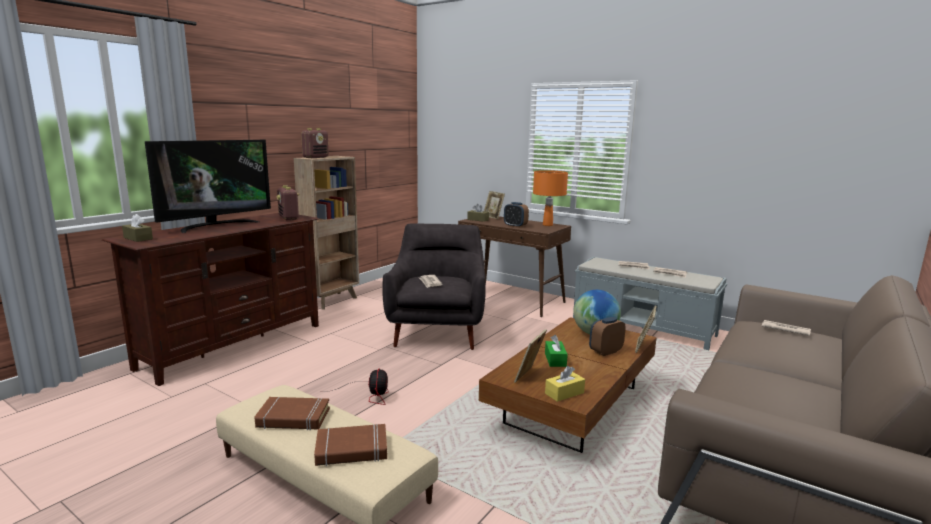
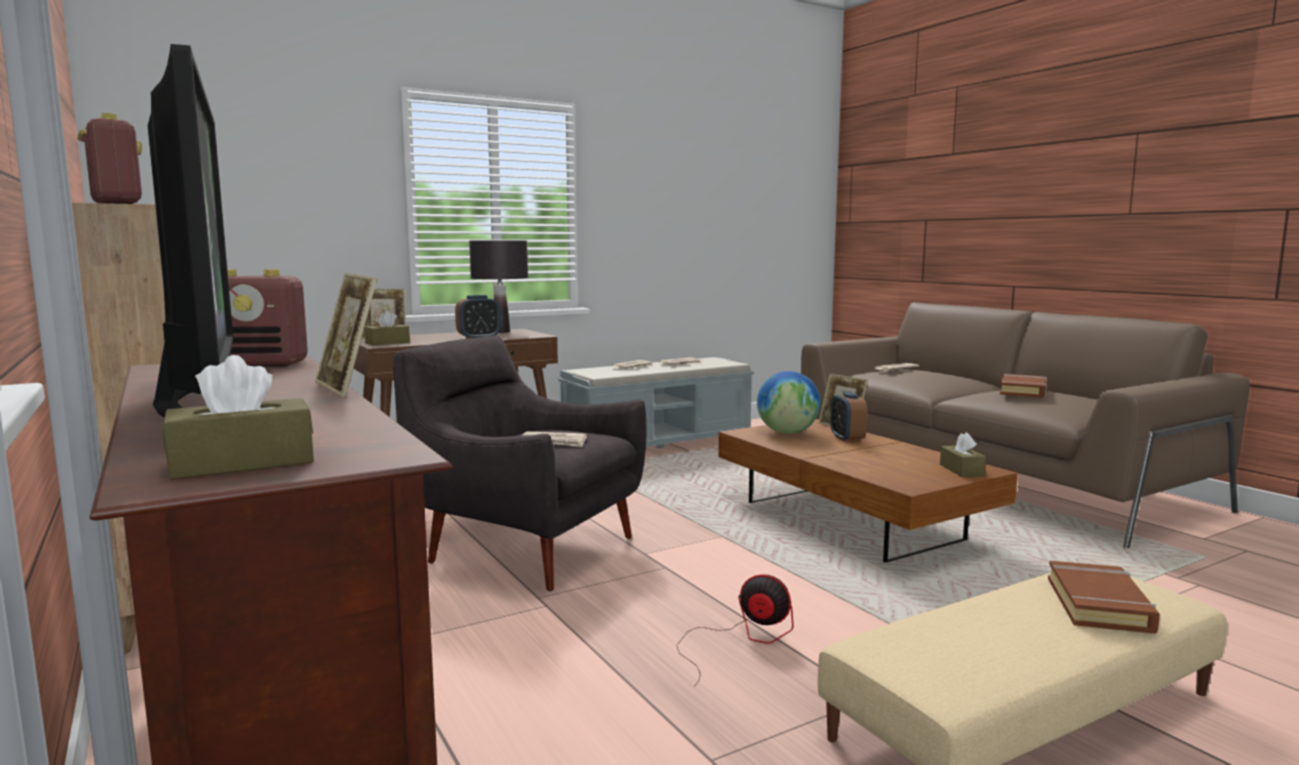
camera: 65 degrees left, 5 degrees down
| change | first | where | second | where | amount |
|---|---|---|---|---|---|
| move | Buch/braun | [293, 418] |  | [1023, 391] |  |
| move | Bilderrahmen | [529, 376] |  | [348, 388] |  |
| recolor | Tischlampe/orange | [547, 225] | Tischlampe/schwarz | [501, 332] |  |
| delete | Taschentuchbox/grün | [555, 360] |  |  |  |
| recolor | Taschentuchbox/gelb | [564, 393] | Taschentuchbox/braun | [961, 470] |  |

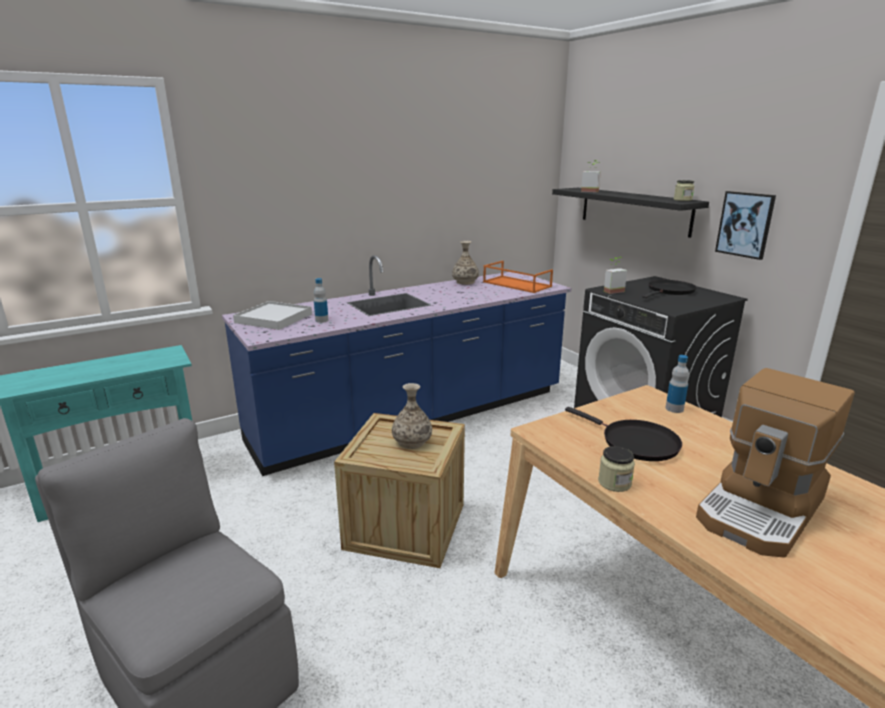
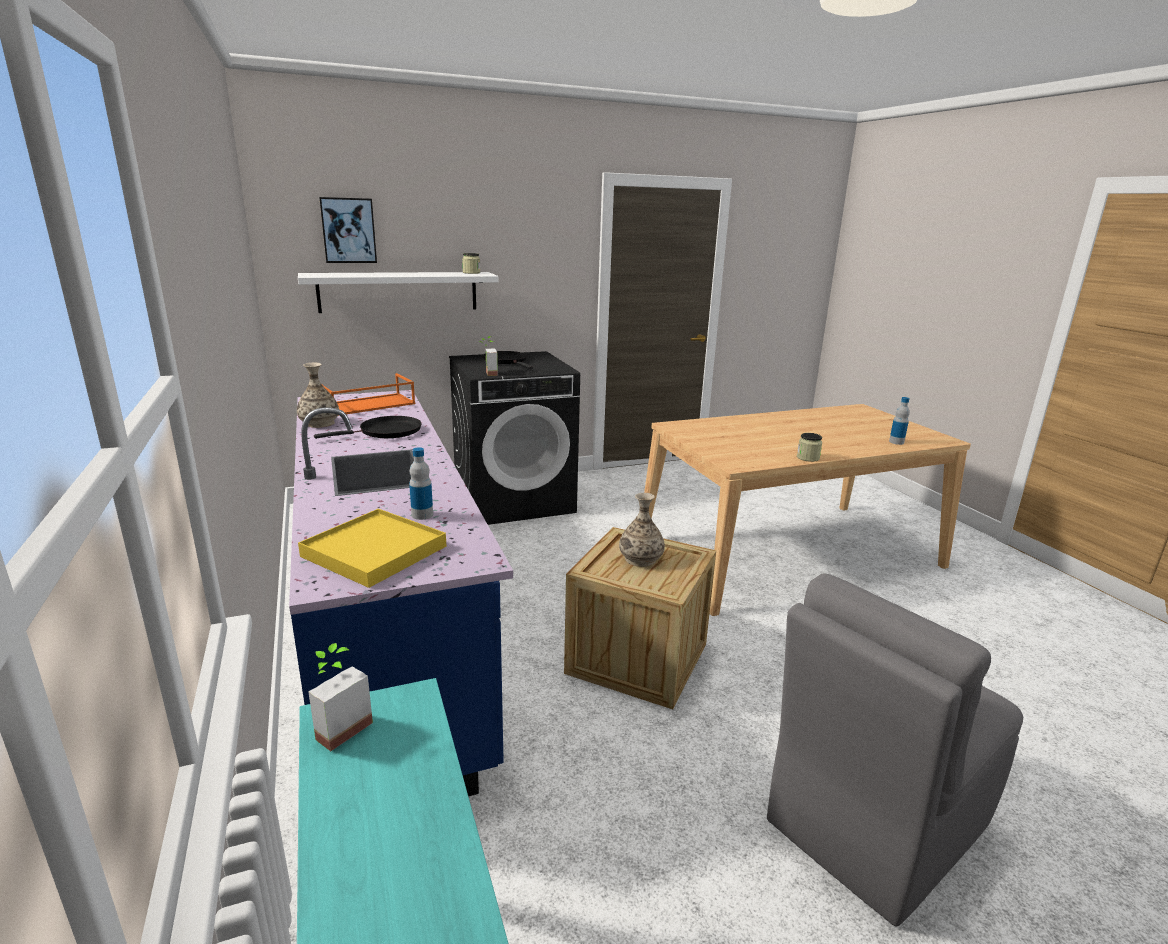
camera: 80 degrees left, 0 degrees up
| change | first | where | second | where | amount |
|---|---|---|---|---|---|
| recolor | Tablett/weiß | [274, 318] | Tablett/gelb | [375, 551] |  |
| recolor | Wandregal/schwarz | [634, 210] | Wandregal/weiß | [399, 291] |  |
| move | Pfanne/schwarz | [635, 442] |  | [386, 432] |  |
| move | Topfpflanze | [590, 191] |  | [338, 726] |  |
| move | Flasche | [674, 409] |  | [896, 442] |  |
| delete | Kaffeemaschine | [762, 509] |  |  |  |
| move | Bild | [745, 224] |  | [348, 230] |  |

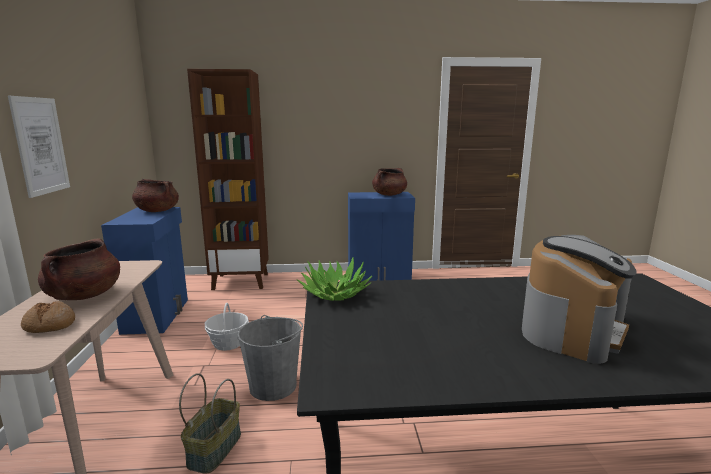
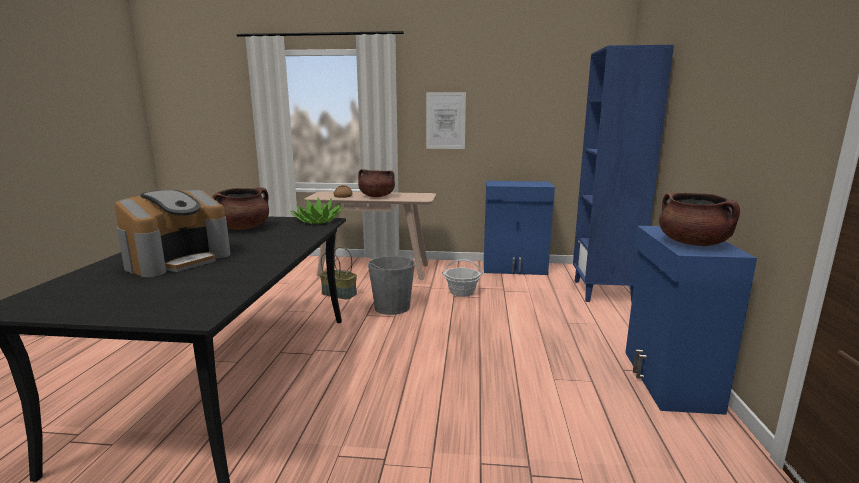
camera: 100 degrees right, 0 degrees up
| change | first | where | second | where | amount |
|---|---|---|---|---|---|
| move | Kochtopf/braun | [157, 211] |  | [243, 228] |  |
| recolor | Bücherregal/braun | [241, 281] | Bücherregal/blau | [604, 292] |  |
| rotate | Kaffeemaschine | [572, 328] |  | [178, 260] | 105 degrees counterclockwise |

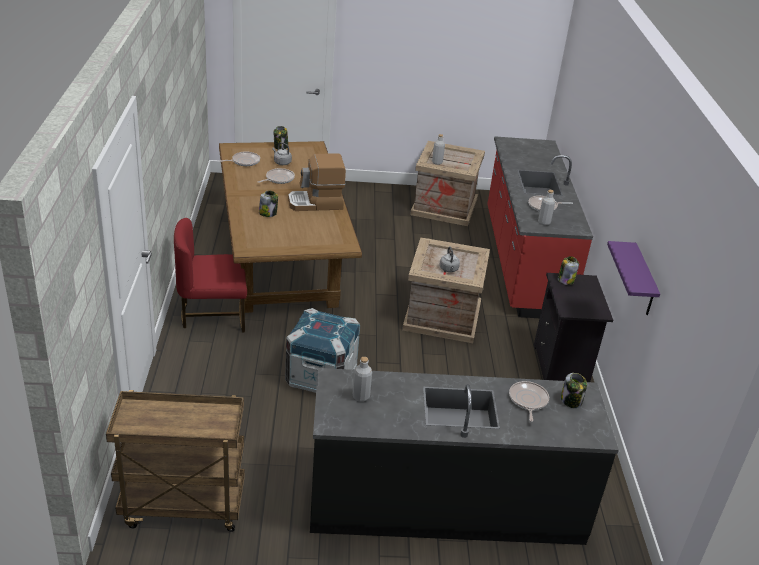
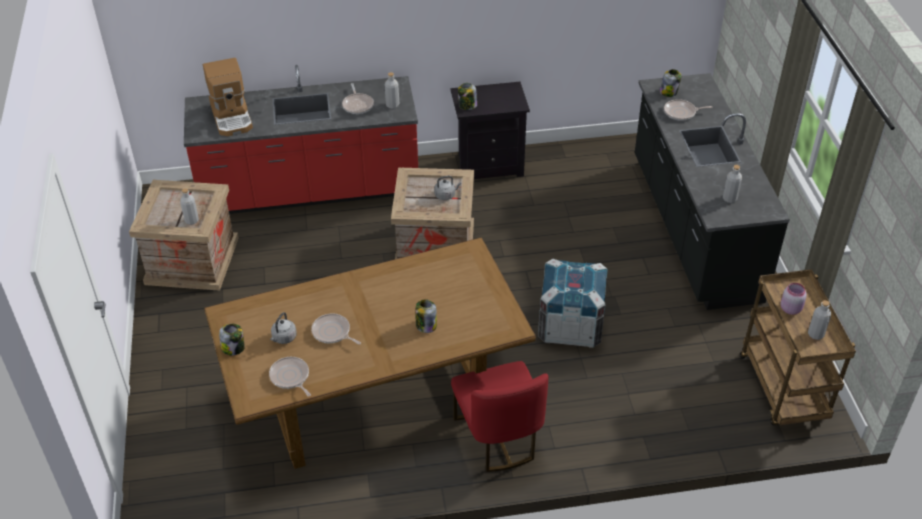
camera: 95 degrees left, 10 degrees up
| change | first | where | second | where | amount |
|---|---|---|---|---|---|
| move | Kaffeemaschine | [316, 203] |  | [232, 117] |  |
| delete | Wandregal/lila | [643, 281] |  |  |  |
| insert |  |  | Vorratsglas/rosa | [790, 308] |  |
| insert |  |  | Flasche/grau | [815, 334] |  |

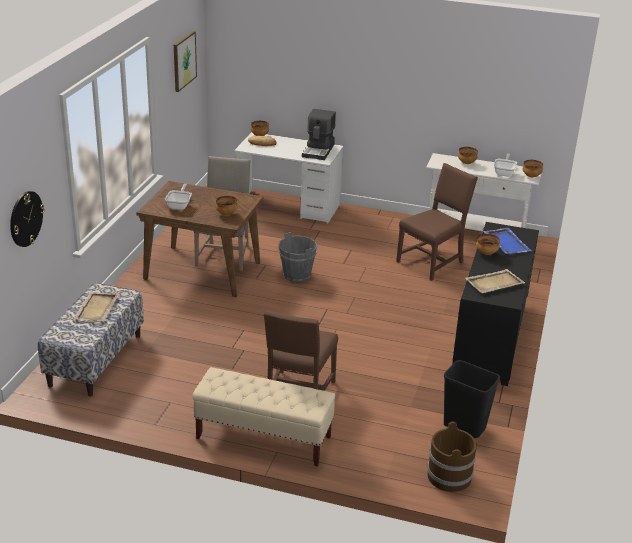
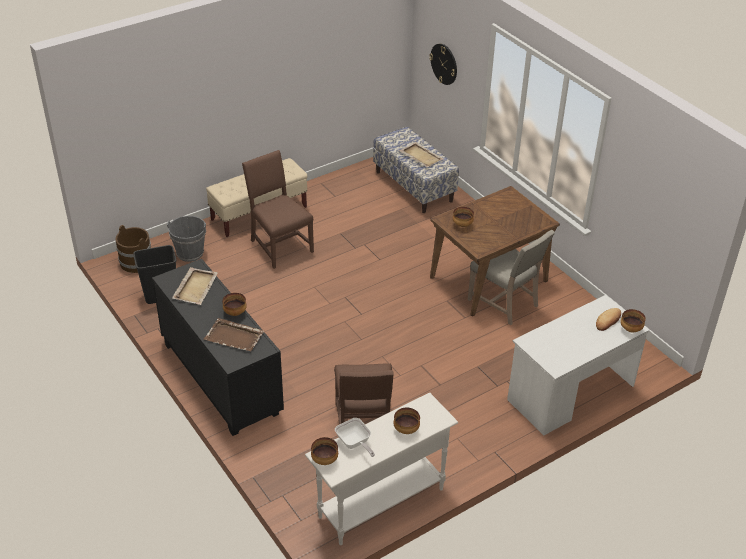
camera: 130 degrees right, 10 degrees up
| change | first | where | second | where | amount |
|---|---|---|---|---|---|
| delete | Pfanne | [180, 205] |  |  |  |
| delete | Bild | [184, 61] |  |  |  |
| move | Eimer/grau | [296, 275] |  | [190, 253] |  |
| delete | Kaffeemaschine | [319, 150] |  |  |  |
| recolor | Tablett/blau | [506, 242] | Tablett/braun | [234, 337] |  |

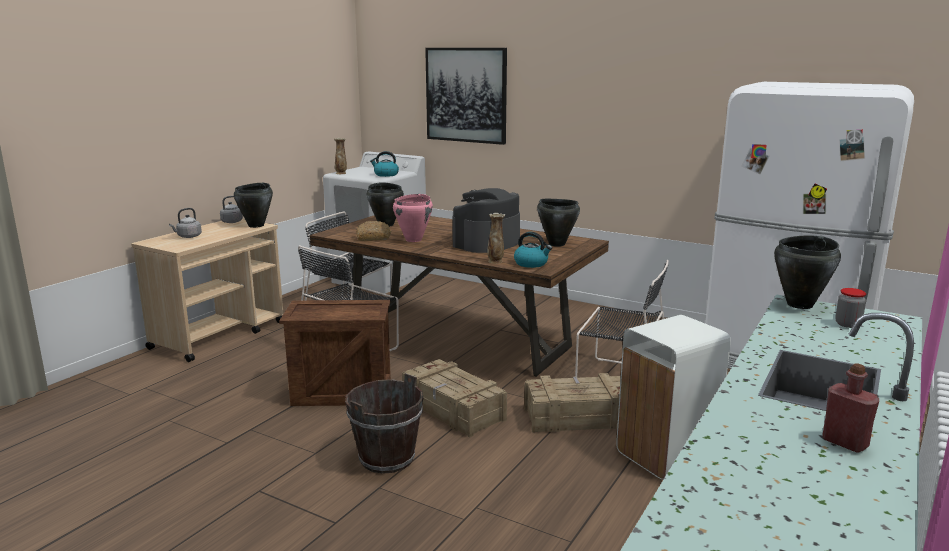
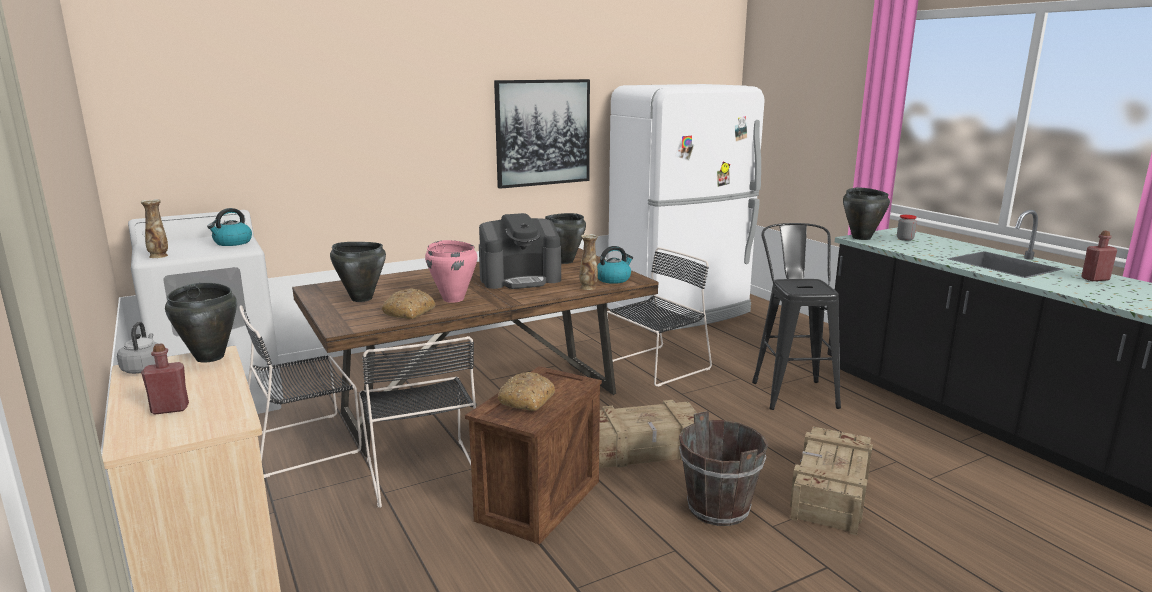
camera: 60 degrees left, 0 degrees up
| change | first | where | second | where | amount |
|---|---|---|---|---|---|
| replace | Wasserkessel/grau | [188, 236] | Flasche/rot | [170, 409] |  |
| move | Bild | [466, 95] |  | [543, 132] |  |
| rotate | Kaffeemaschine | [486, 243] |  | [520, 279] | 90 degrees counterclockwise |
| move | Kiste | [579, 417] |  | [829, 493] |  |
| replace | Mülleimer/weiß | [667, 455] | Hocker/schwarz | [792, 391] |  |
| insert |  |  | Brot | [527, 400] |  |

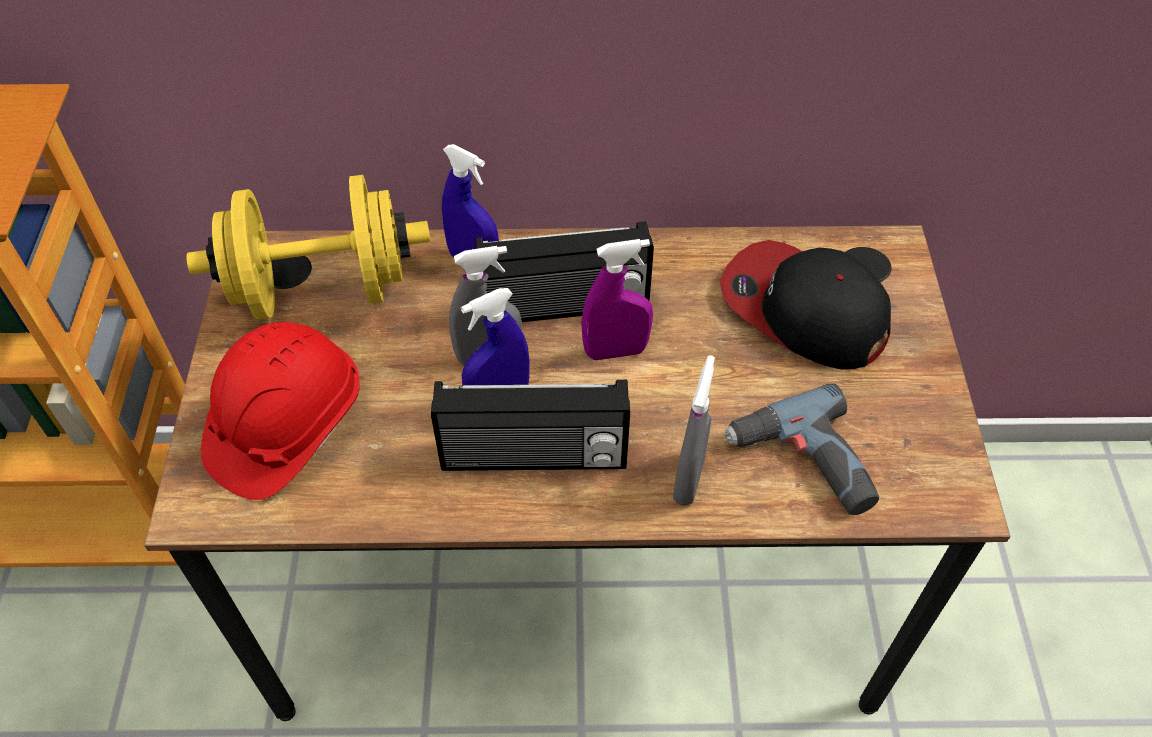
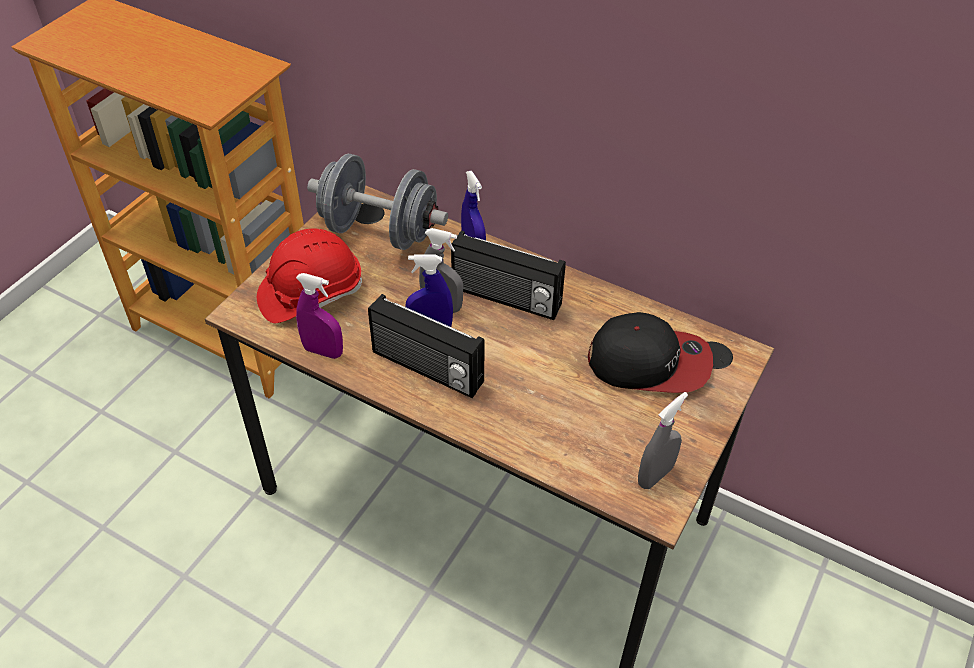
camera: 30 degrees right, 5 degrees down
| change | first | where | second | where | amount |
|---|---|---|---|---|---|
| recolor | Hantel/gelb | [322, 289] | Hantel/grau | [379, 231] |  |
| move | Sprühflasche/lila | [615, 351] |  | [323, 351] |  |
| move | Sprühflasche/grau | [688, 480] |  | [655, 475] |  |
| rotate | Kappe | [803, 310] |  | [649, 362] | 120 degrees clockwise |
| delete | Bohrmaschine | [803, 466] |  |  |  |

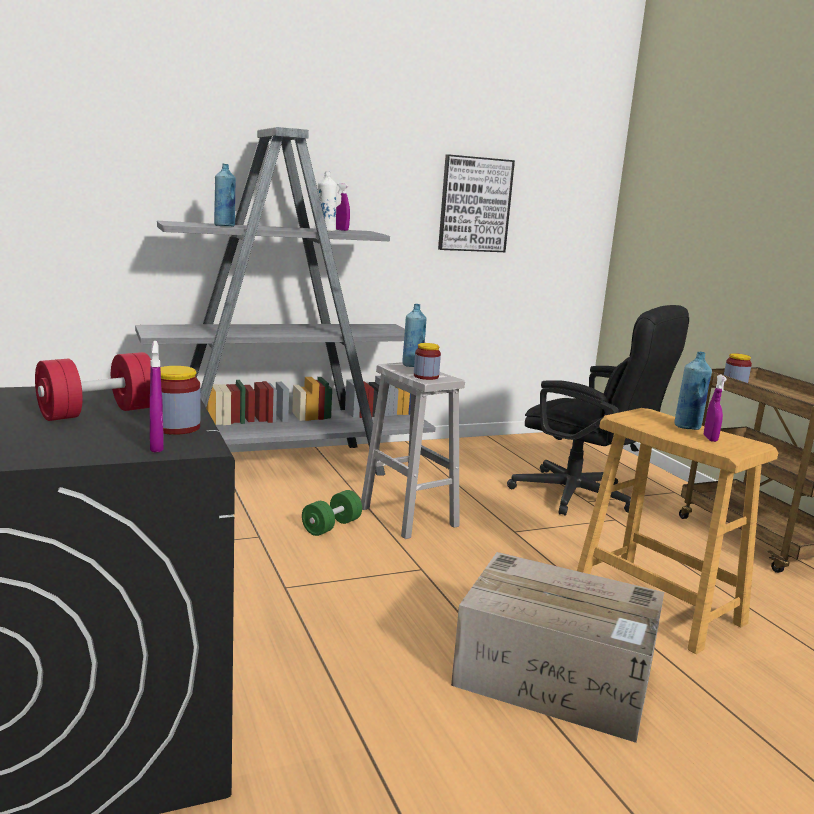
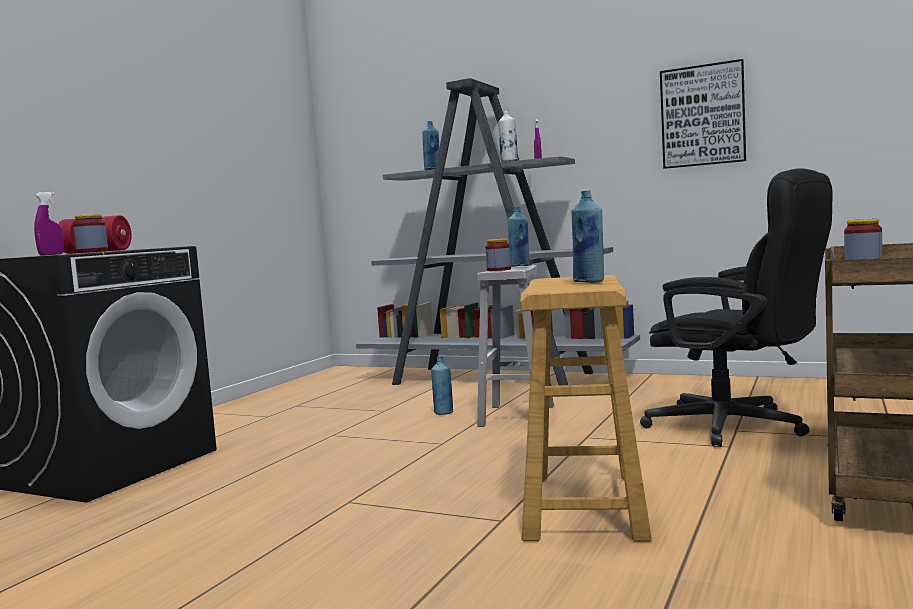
camera: 50 degrees right, 10 degrees down
| change | first | where | second | where | amount |
|---|---|---|---|---|---|
| replace | Hantel/grün | [331, 526] | Flasche/blau | [443, 413] |  |
| delete | Karton | [557, 677] |  |  |  |
| rotate | Bürostuhl/schwarz | [584, 498] |  | [739, 427] | 45 degrees counterclockwise |
| delete | Sprühflasche/lila | [710, 439] |  |  |  |

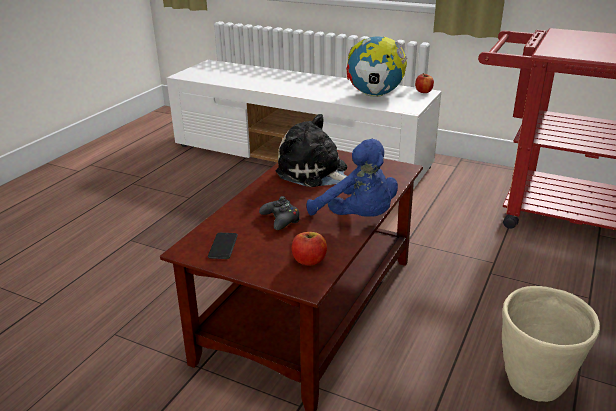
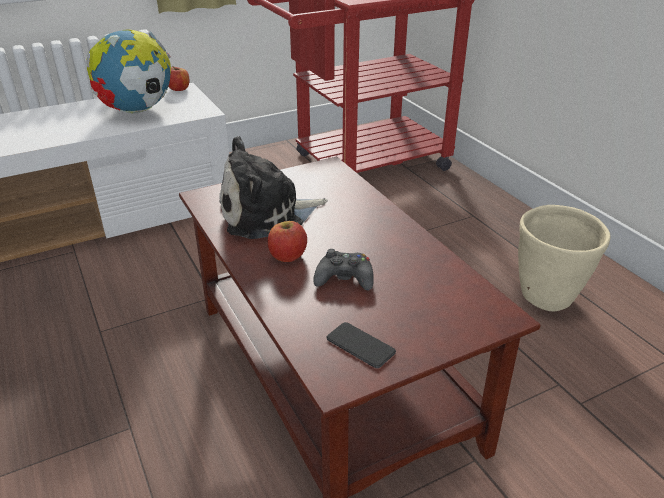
camera: 55 degrees left, 5 degrees up
| change | first | where | second | where | amount |
|---|---|---|---|---|---|
| move | Apfel | [309, 260] |  | [287, 256] |  |
| delete | Plüschtier/blau | [357, 218] |  |  |  |

